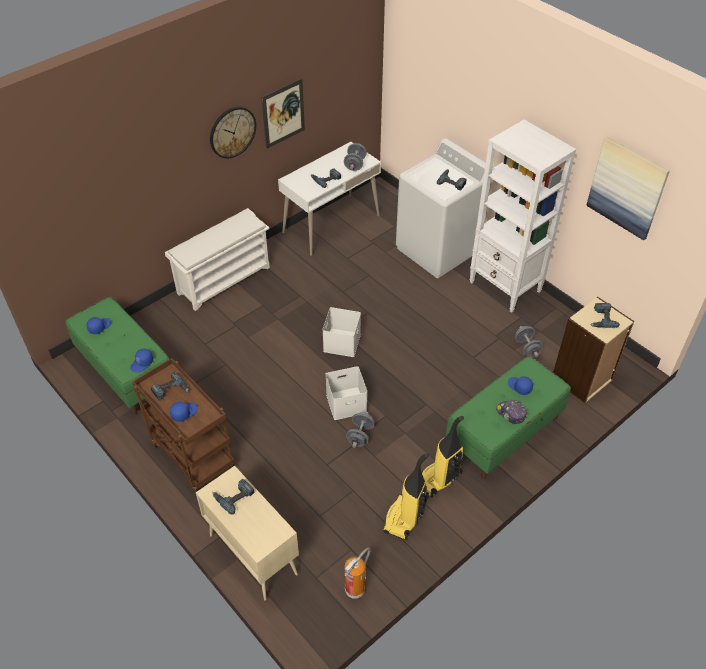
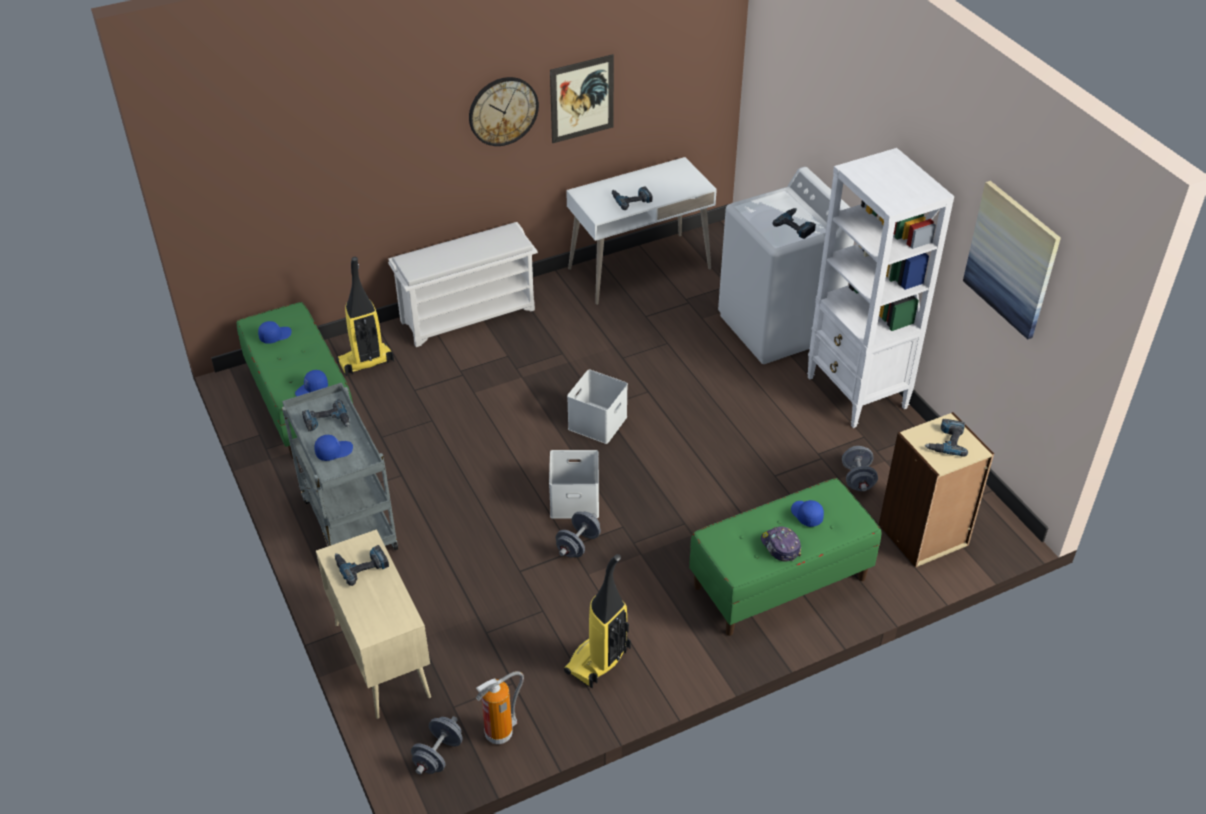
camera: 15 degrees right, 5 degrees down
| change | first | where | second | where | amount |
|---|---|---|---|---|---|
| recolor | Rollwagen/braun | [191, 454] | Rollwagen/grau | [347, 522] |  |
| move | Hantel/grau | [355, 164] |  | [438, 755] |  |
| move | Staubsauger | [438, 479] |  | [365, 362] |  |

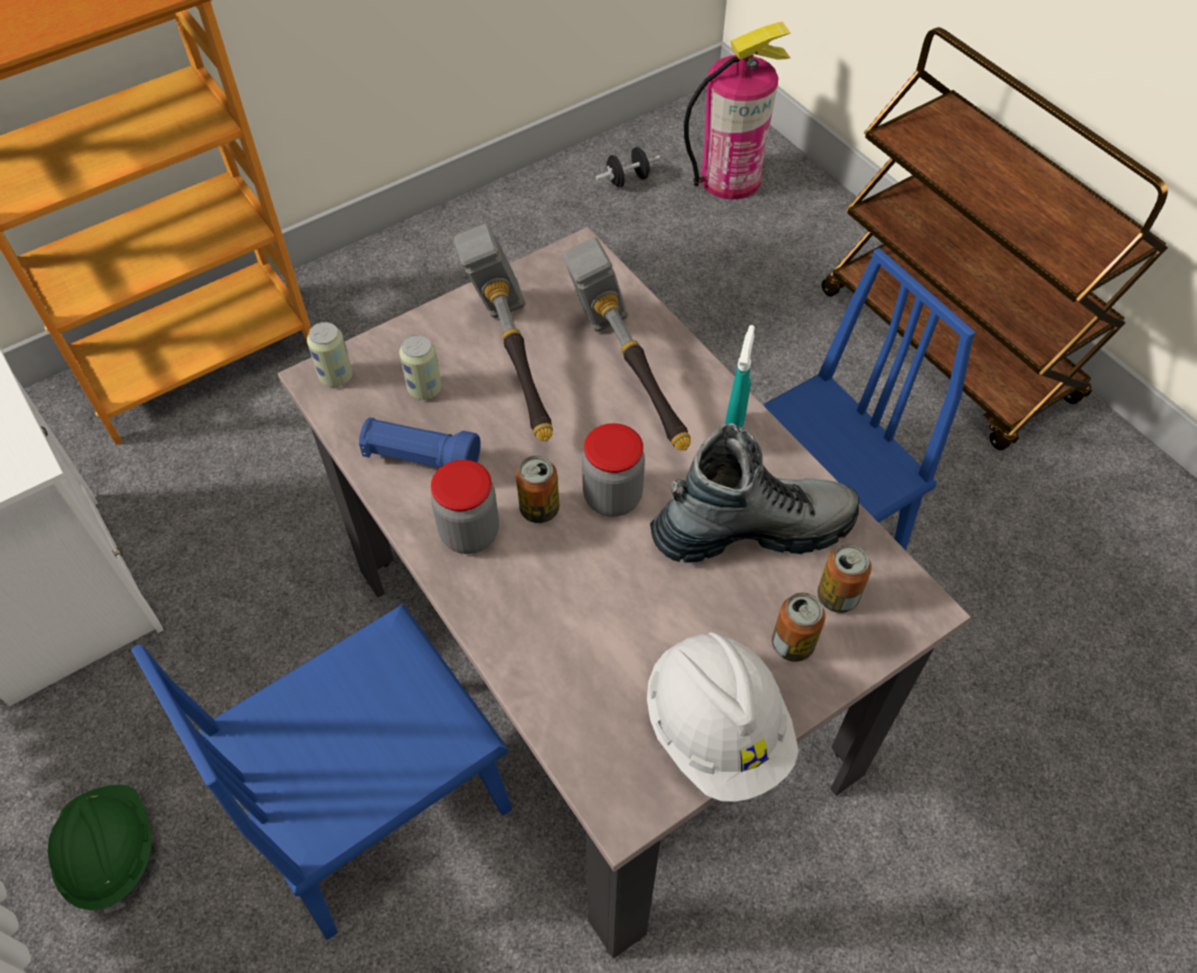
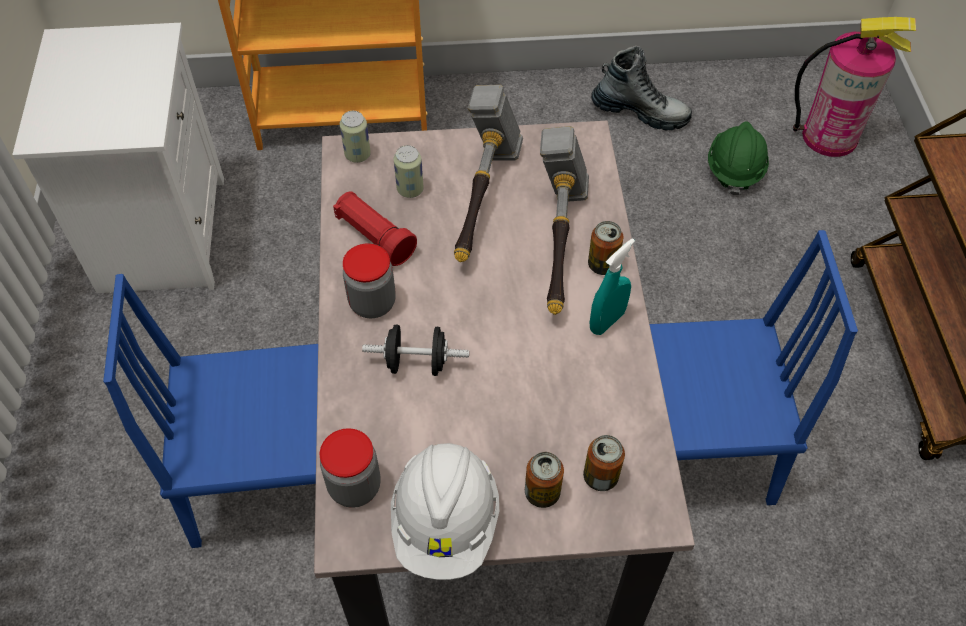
camera: 30 degrees right, 0 degrees up
| change | first | where | second | where | amount |
|---|---|---|---|---|---|
| move | Schutzhelm/grün | [110, 853] |  | [734, 169] |  |
| recolor | Taschenlampe/blau | [421, 460] | Taschenlampe/rot | [374, 237] |  |
| move | Dose | [539, 509] |  | [602, 265] |  |
| move | Vorratsglas | [612, 497] |  | [354, 486] |  |
| move | Hantel/schwarz | [627, 180] |  | [417, 363] |  |
| move | Stiefel | [753, 529] |  | [640, 112] |  |

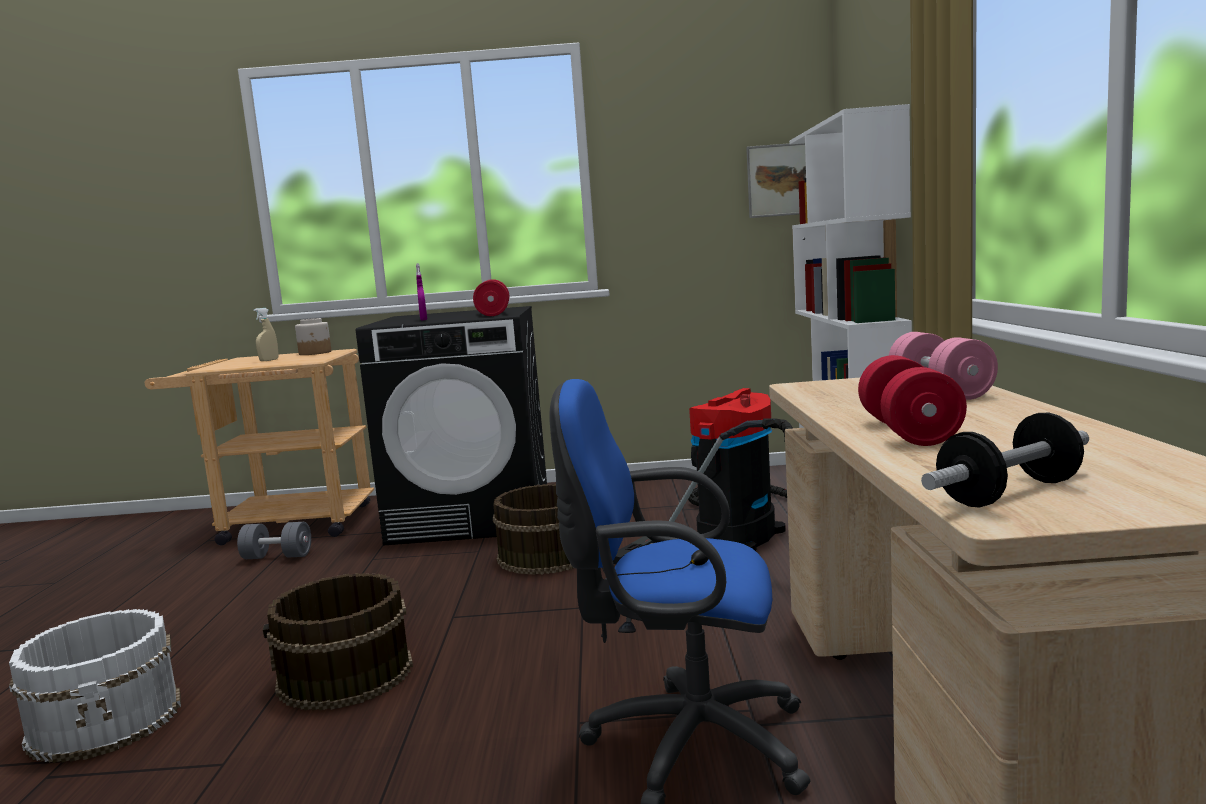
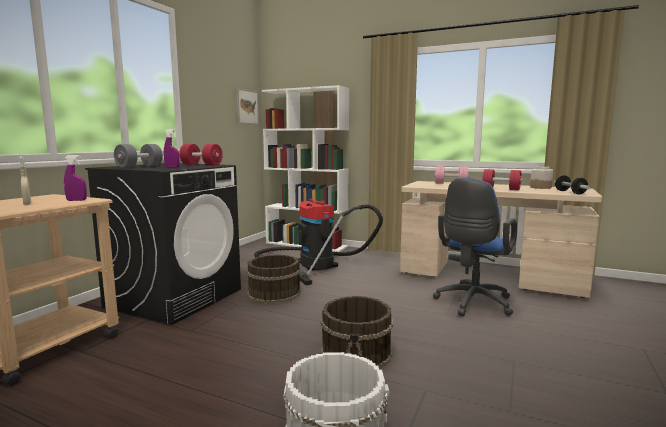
camera: 65 degrees left, 0 degrees up
| change | first | where | second | where | amount |
|---|---|---|---|---|---|
| move | Hantel/grau | [277, 556] |  | [139, 166] |  |
| move | Vorratsglas | [315, 353] |  | [540, 187] |  |
| insert |  |  | Sprühflasche/lila | [76, 200] |  |

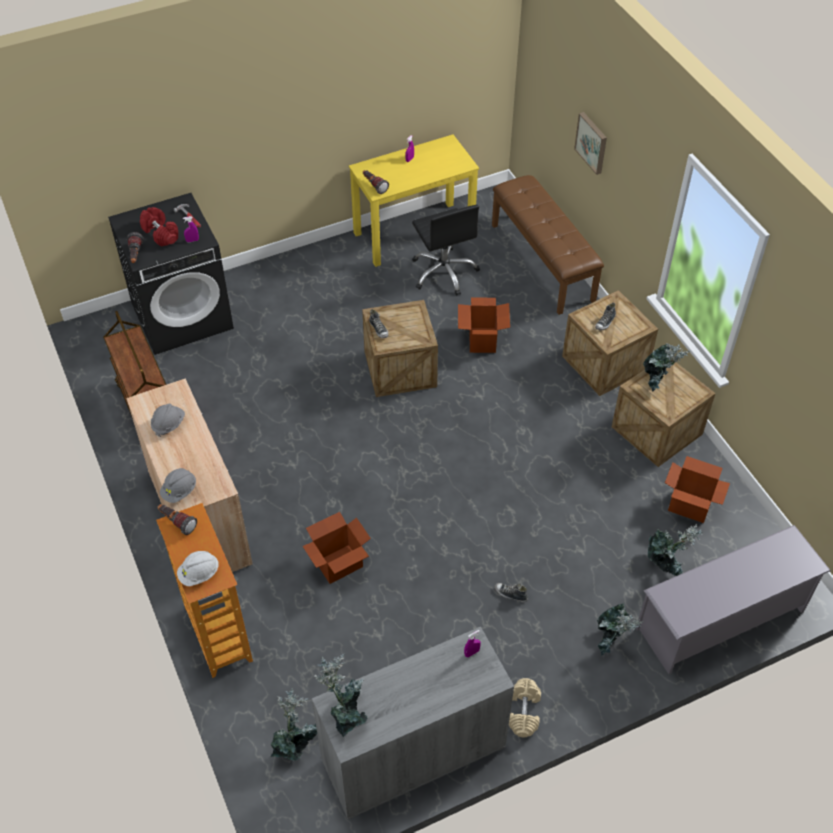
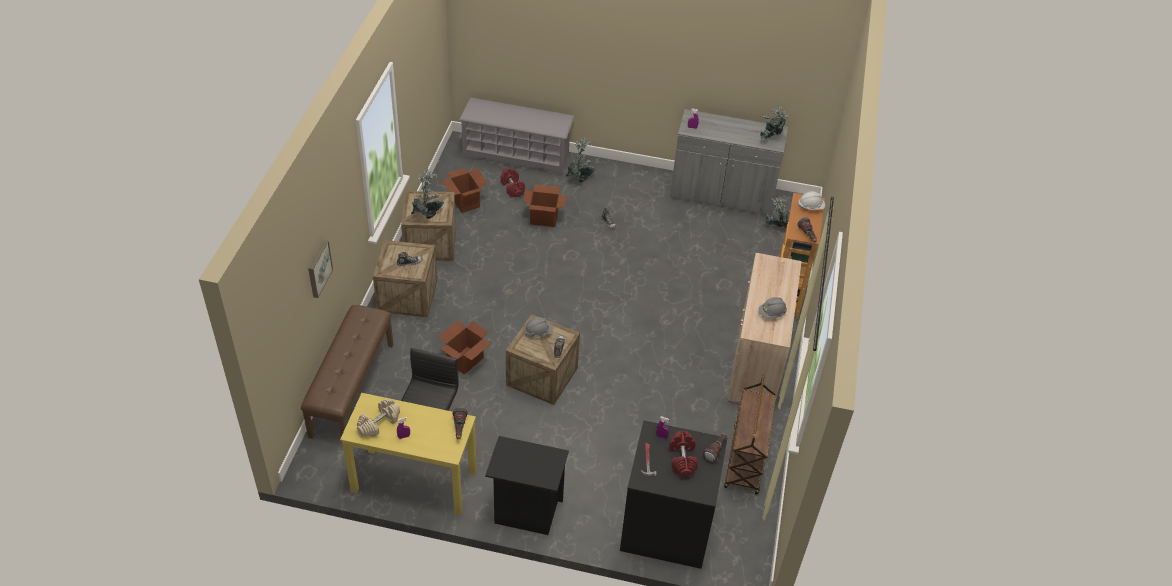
camera: 145 degrees left, 5 degrees down
| change | first | where | second | where | amount |
|---|---|---|---|---|---|
| move | Schutzhelm/grau | [179, 491] |  | [538, 332] |  |
| move | Karton | [339, 564] |  | [544, 218] |  |
| move | Hantel/beige | [523, 712] |  | [379, 423] |  |
| replace | Topfpflanze | [666, 564] | Hantel/rot | [512, 188] |  |
| insert |  |  | Nachttisch/schwarz | [525, 511] |  |

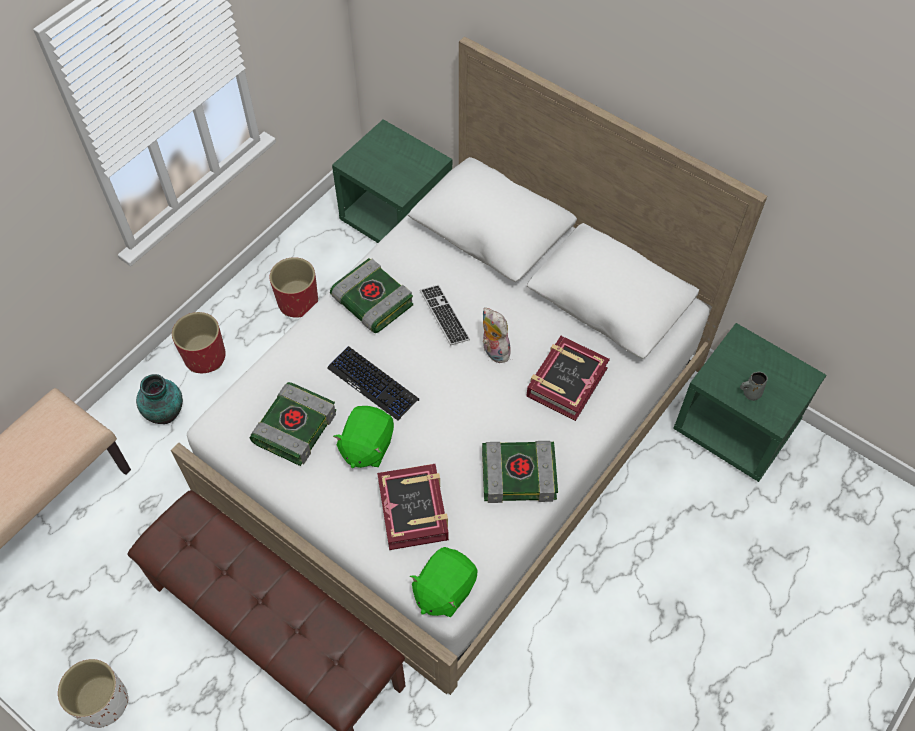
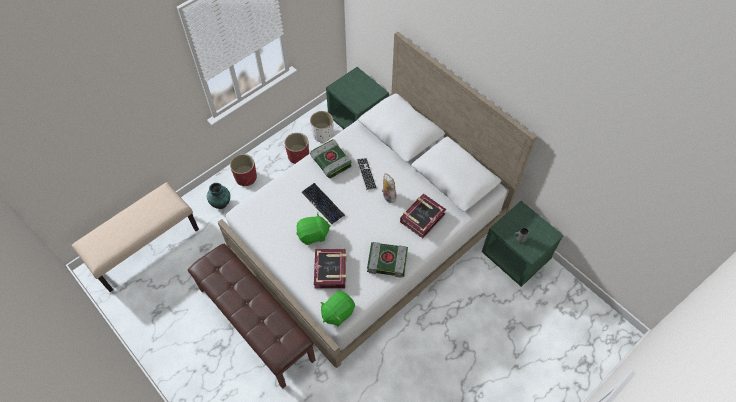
camera: 10 degrees right, 0 degrees up
| change | first | where | second | where | amount |
|---|---|---|---|---|---|
| move | Pflanzkübel/weiß | [103, 703] |  | [323, 134] |  |
| delete | Buch | [294, 426] |  |  |  |
| rotate | Plüschtier/grün | [366, 446] |  | [313, 235] | 135 degrees counterclockwise |

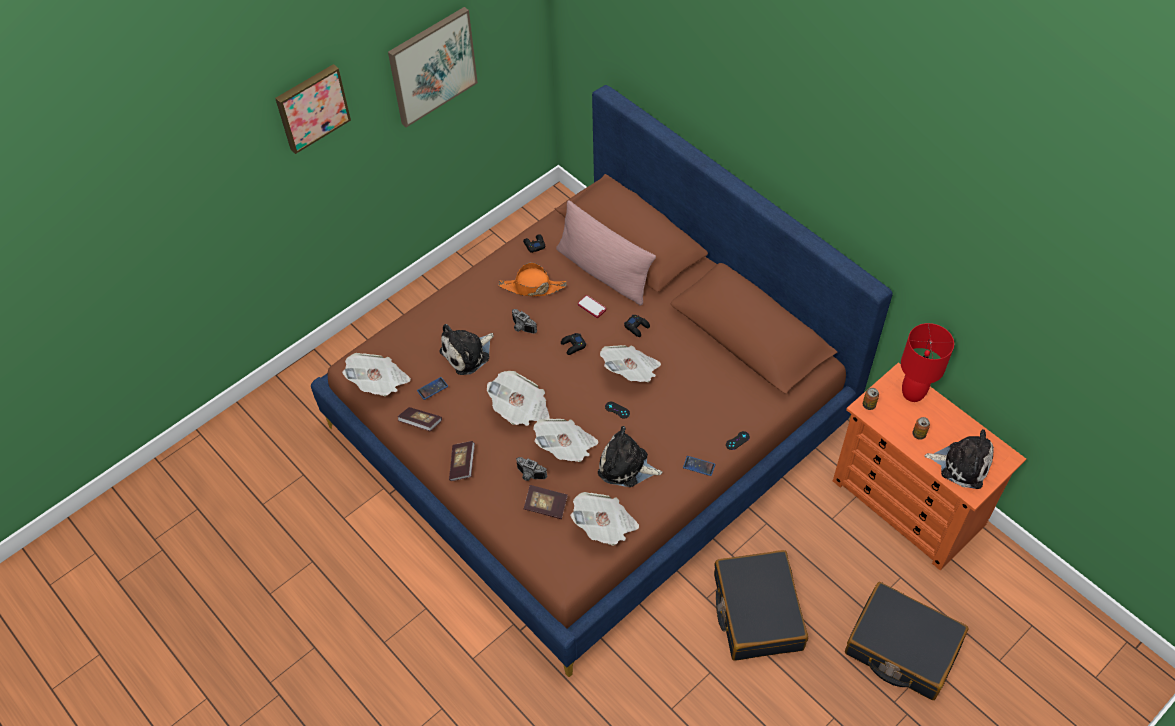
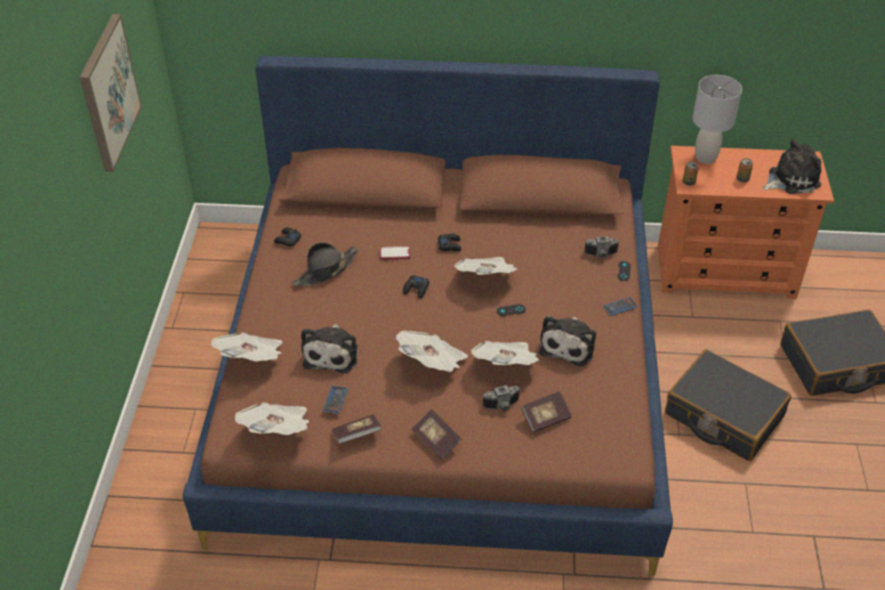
camera: 45 degrees left, 10 degrees down
| change | first | where | second | where | amount |
|---|---|---|---|---|---|
| delete | Bild | [311, 107] |  |  |  |
| recolor | Hut/orange | [532, 287] | Hut/schwarz | [326, 270] |  |
| move | Kamera | [521, 328] |  | [601, 255] |  |
| delete | Kissen/rosa | [603, 272] |  |  |  |
| move | Zeitung | [605, 526] |  | [252, 359] |  |
| rotate | Plüschtier | [626, 466] |  | [569, 345] | 45 degrees counterclockwise |
| recolor | Tischlampe/rot | [912, 393] | Tischlampe/grau | [705, 157] |  |

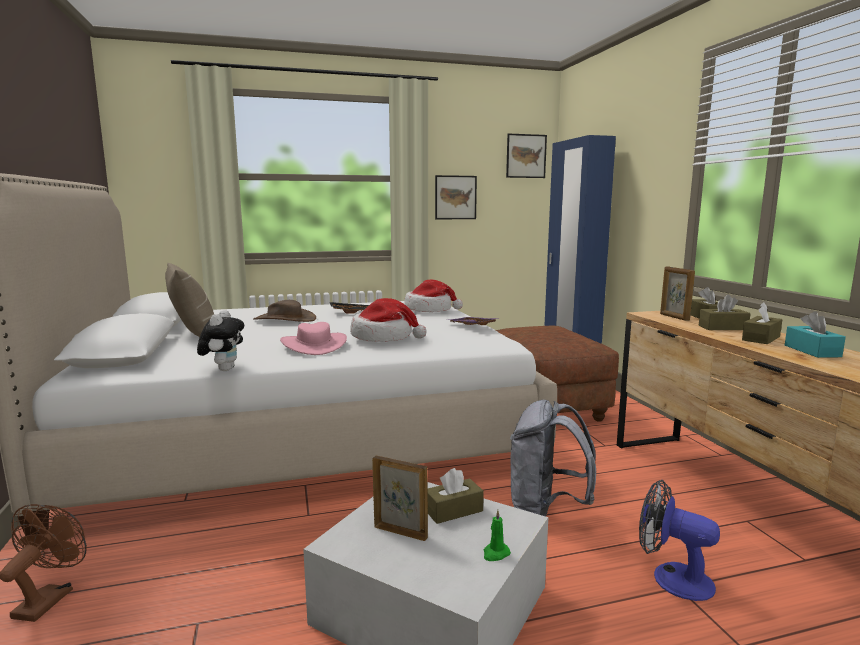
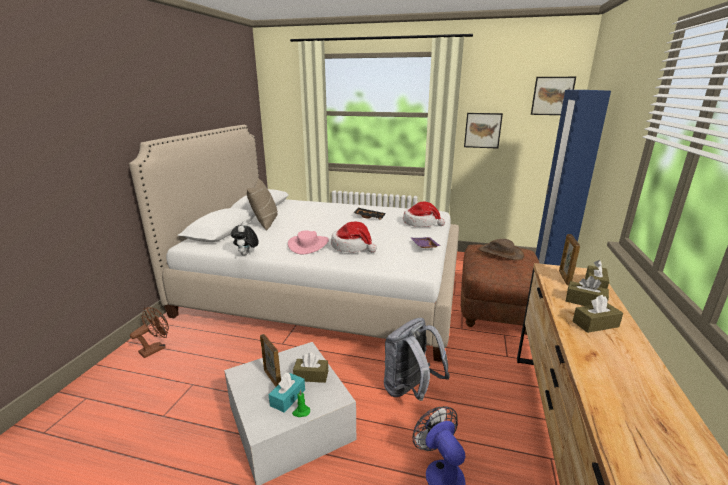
camera: 30 degrees right, 10 degrees up
| change | first | where | second | where | amount |
|---|---|---|---|---|---|
| rotate | Plüschtier | [224, 369] |  | [246, 254] | 150 degrees clockwise |
| move | Hut/braun | [285, 319] |  | [500, 253] |  |
| move | Taschentuchbox/türkis | [812, 351] |  | [288, 398] |  |

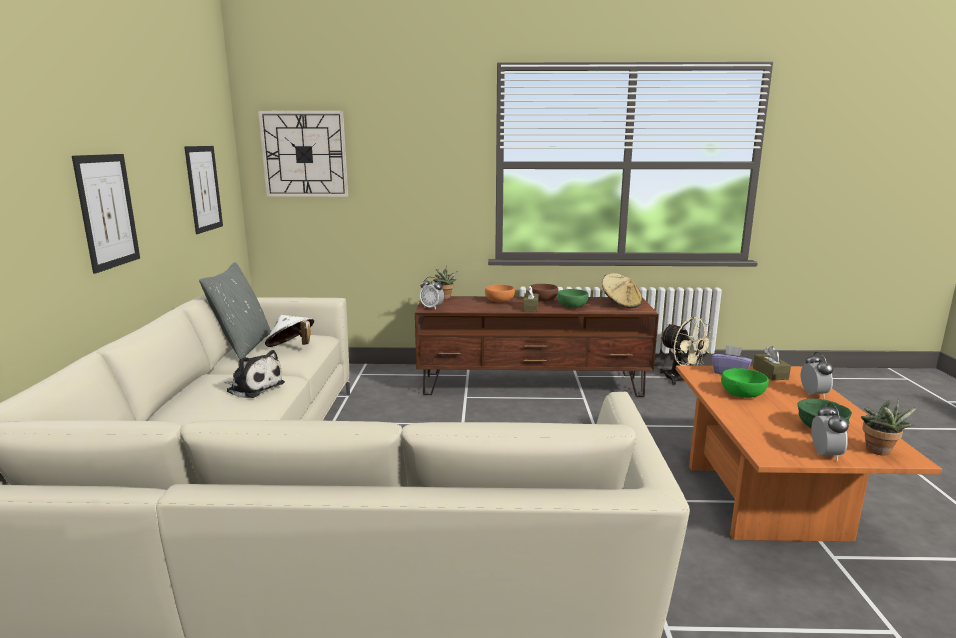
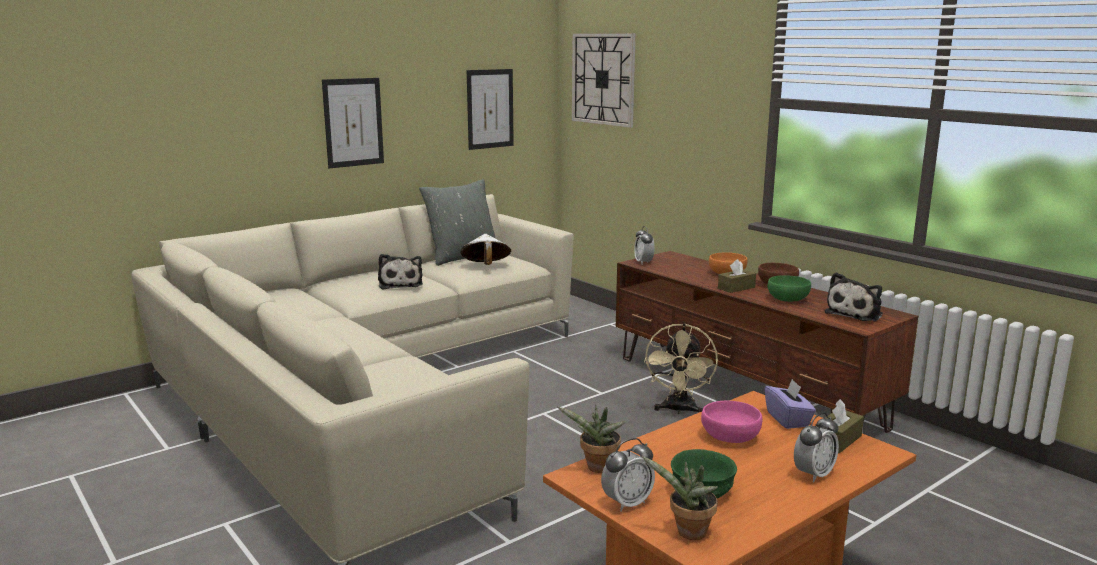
camera: 50 degrees right, 0 degrees up
| change | first | where | second | where | amount |
|---|---|---|---|---|---|
| move | Topfpflanze | [444, 298] |  | [597, 468] |  |
| replace | Hut/beige | [620, 304] | Plüschtier | [856, 313] |  |
| move | Ventilator/beige | [681, 380] |  | [679, 410] |  |
| recolor | Schüssel/grün | [743, 394] | Schüssel/rosa | [731, 437] |  |

